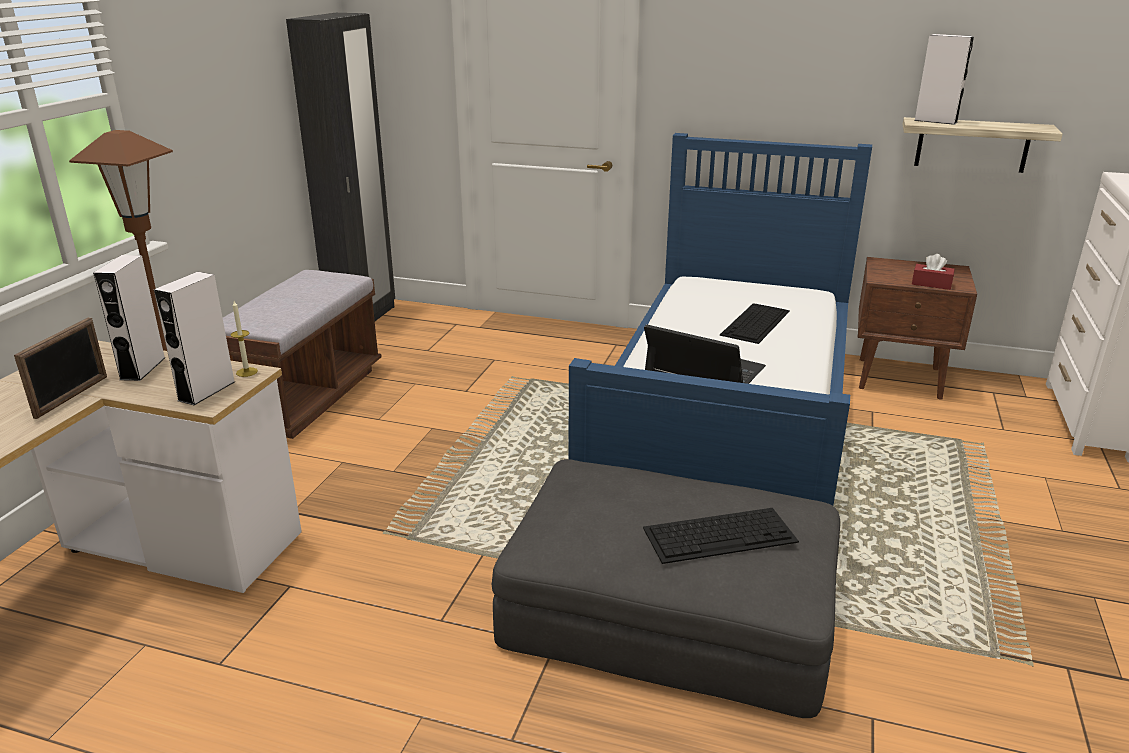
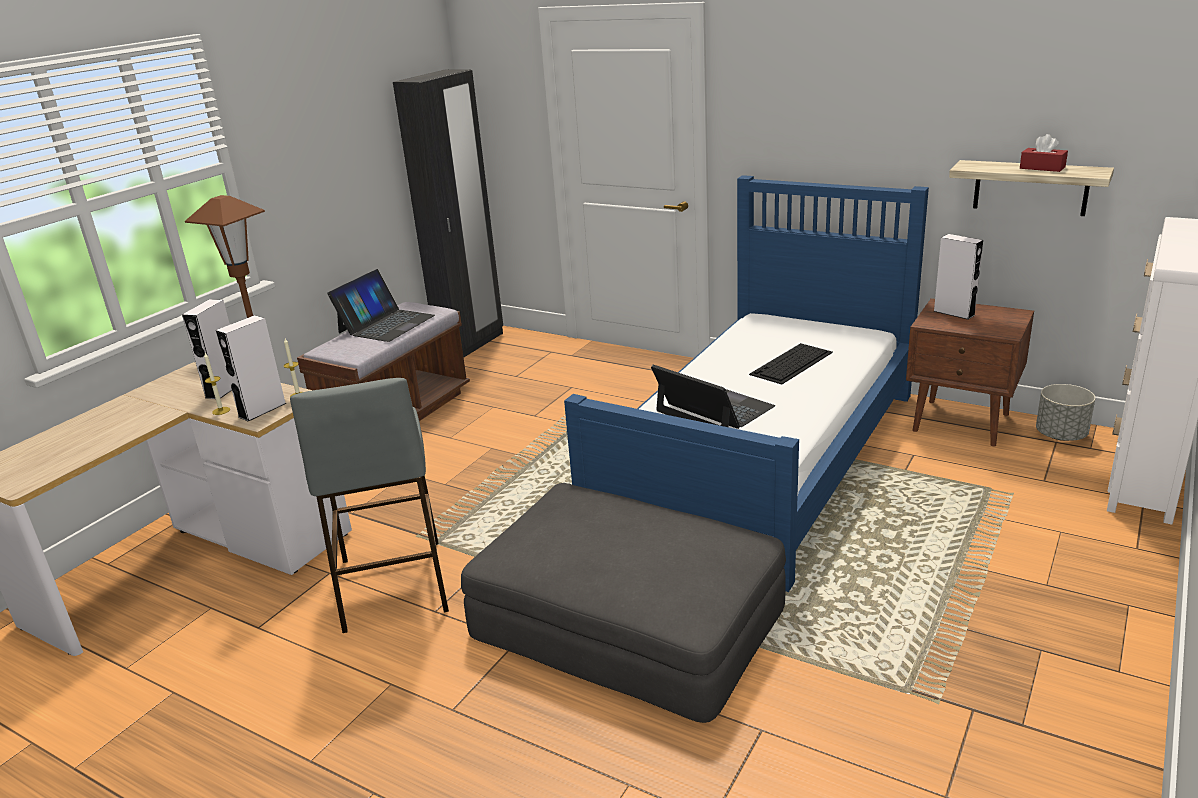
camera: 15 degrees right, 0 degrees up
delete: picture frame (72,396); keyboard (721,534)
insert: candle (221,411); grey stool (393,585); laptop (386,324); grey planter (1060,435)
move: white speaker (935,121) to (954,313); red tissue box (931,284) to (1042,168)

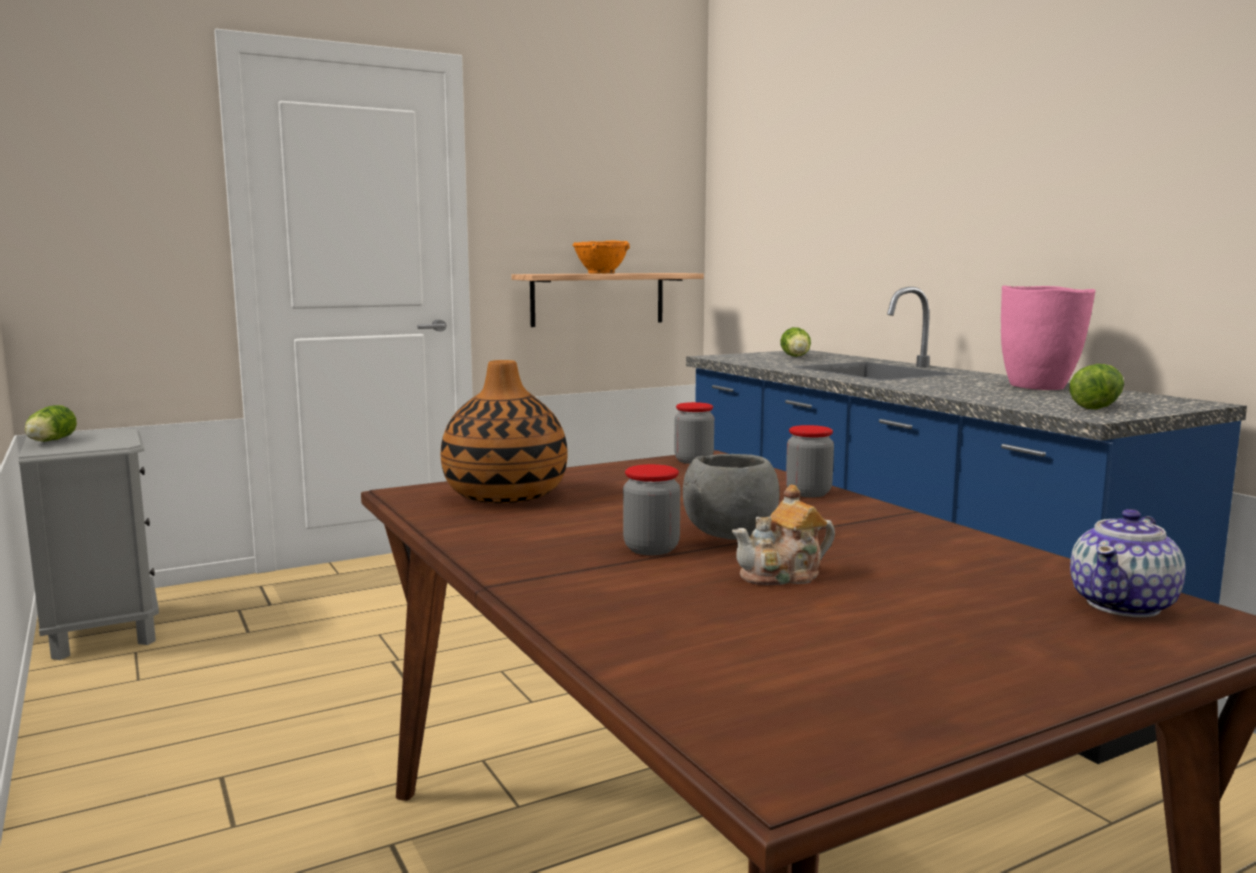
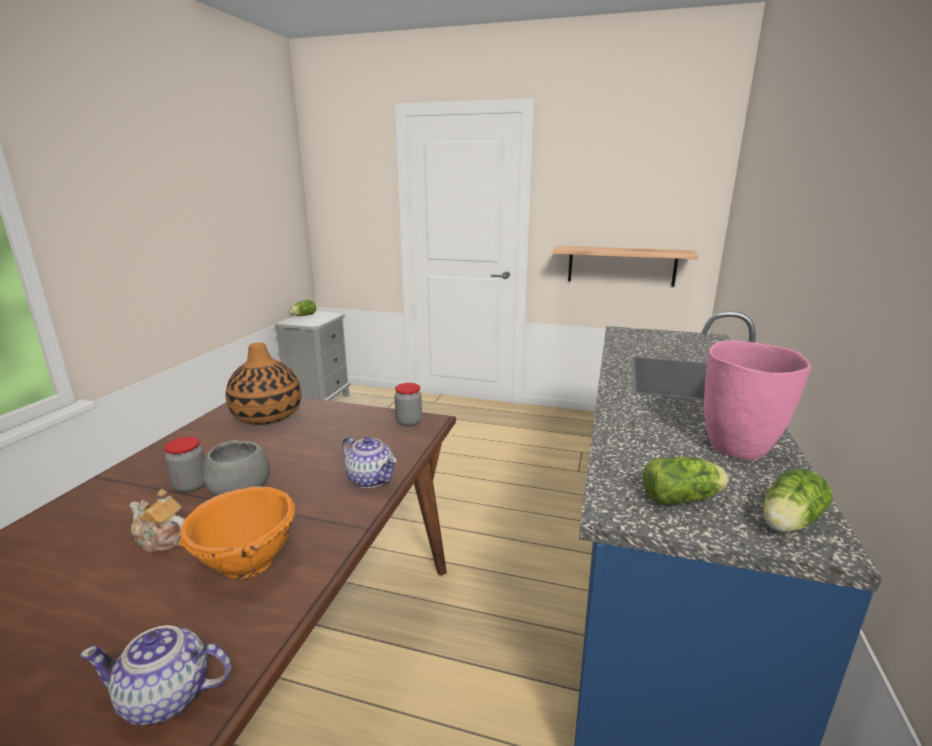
camera: 45 degrees right, 10 degrees up
move: orange bowl (601,273) to (247,563); lettuce (796,357) to (787,523)
replace: jar (808,493) to teapot (370,479)

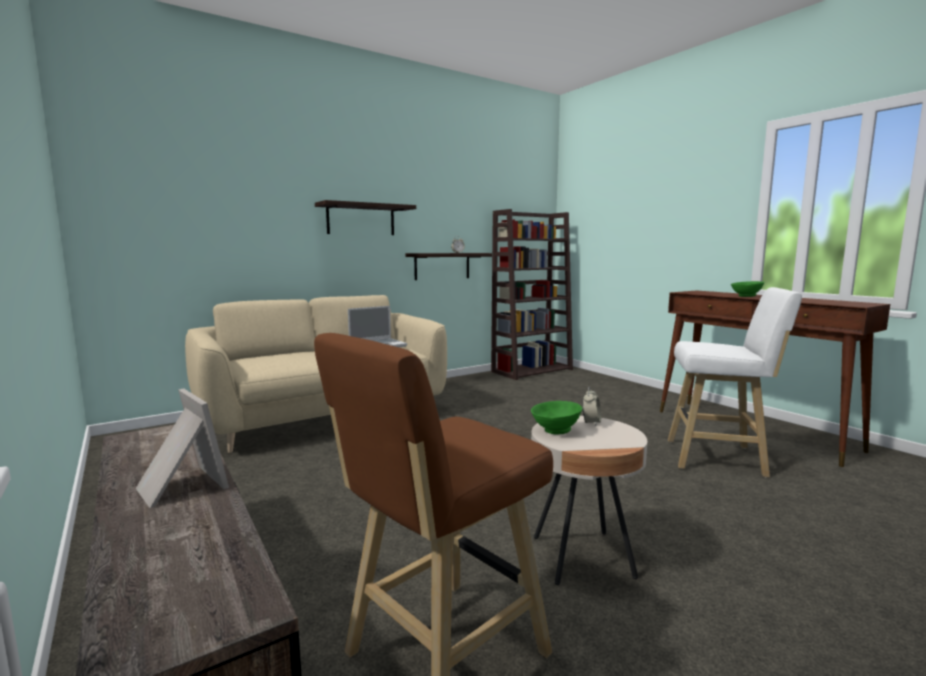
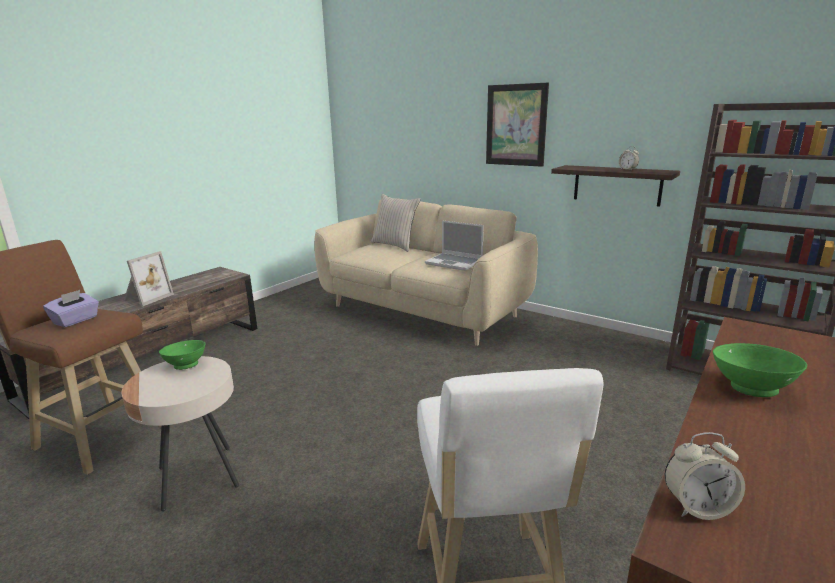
camera: 70 degrees right, 10 degrees up
insert: purple tissue box (76,320); beige pillow (395,245)
move: alarm clock (591,422) to (697,507)
replace: shelf (361,219) to picture (516,125)

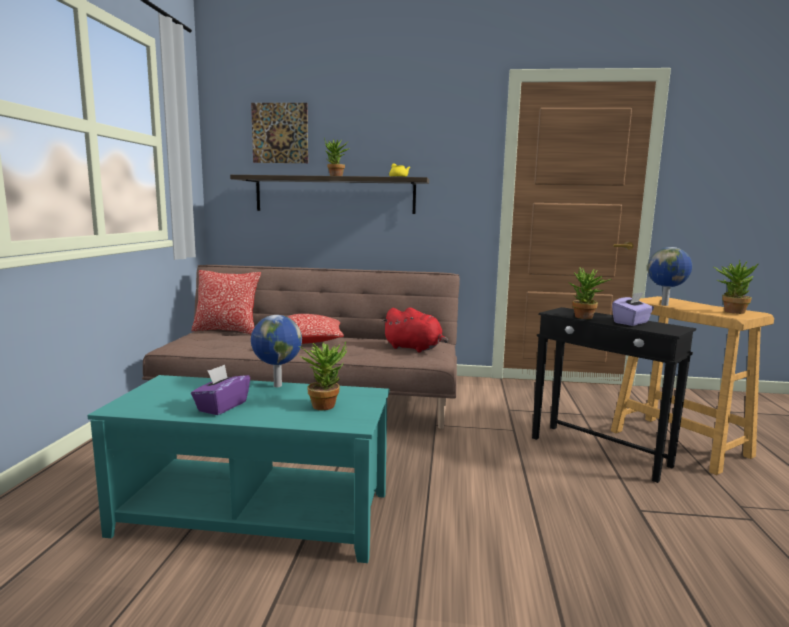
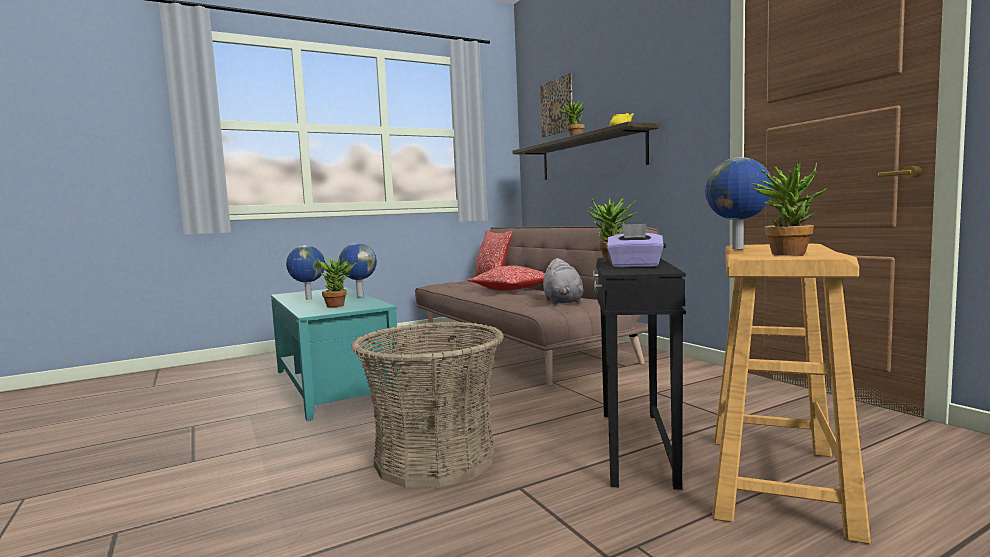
camera: 55 degrees right, 5 degrees down
insert: basket (435,459)
replace: purple tissue box (222,406) to globe (308,299)
recolor: red plush toy (415,348) to grey plush toy (562,302)

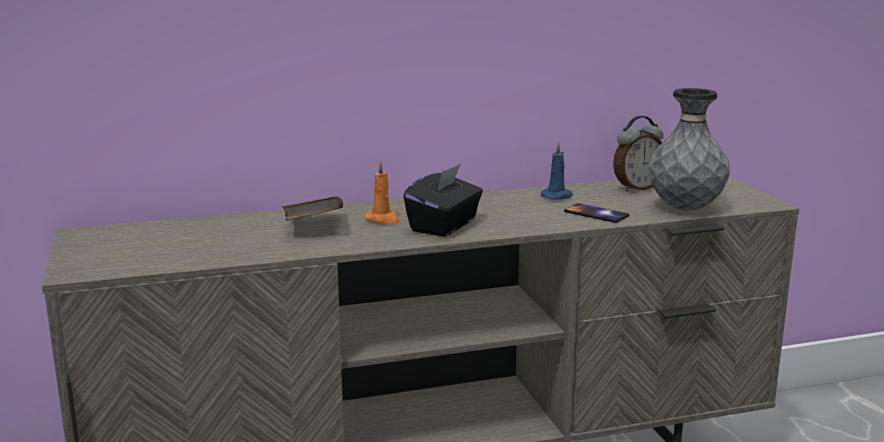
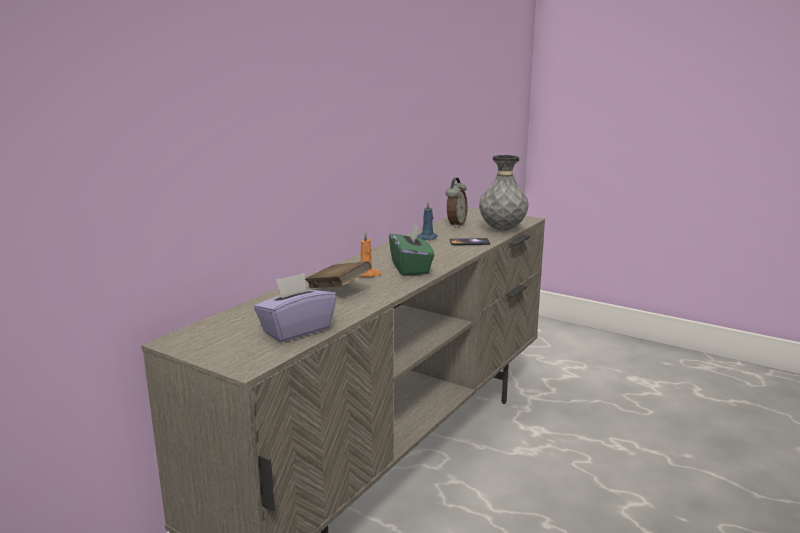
camera: 40 degrees left, 0 degrees up
insert: purple tissue box (296,330)
recolor: black tissue box (444,226) to green tissue box (411,268)

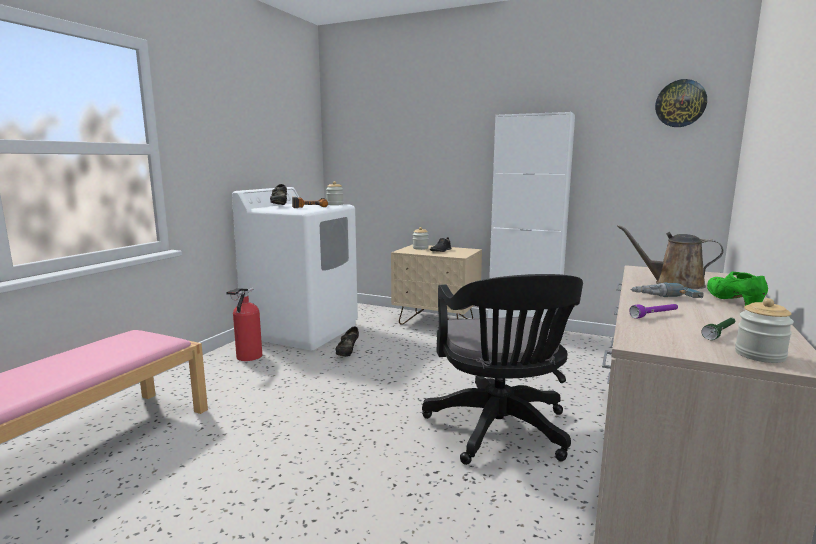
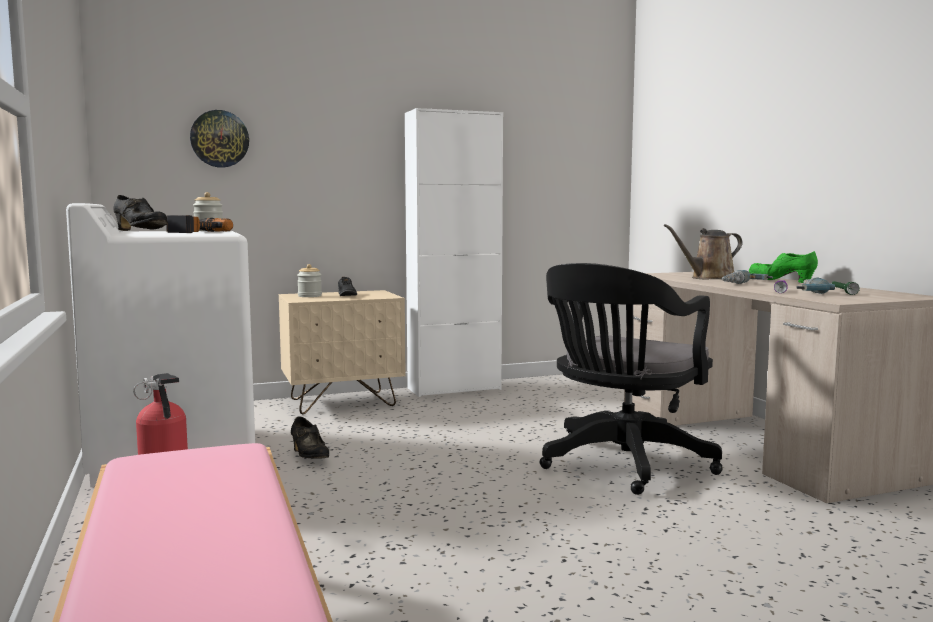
camera: 45 degrees left, 5 degrees down
delete: jar (759,355)
insert: power drill (804,292)
move: wall clock (680,103) to (219,139)
rotate: black office chair (500,432) = (622,465) 90 degrees clockwise

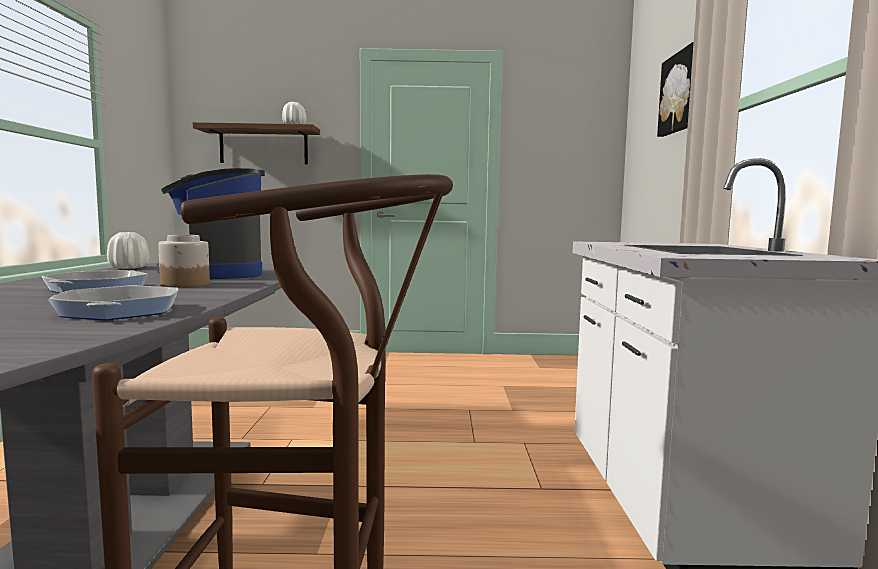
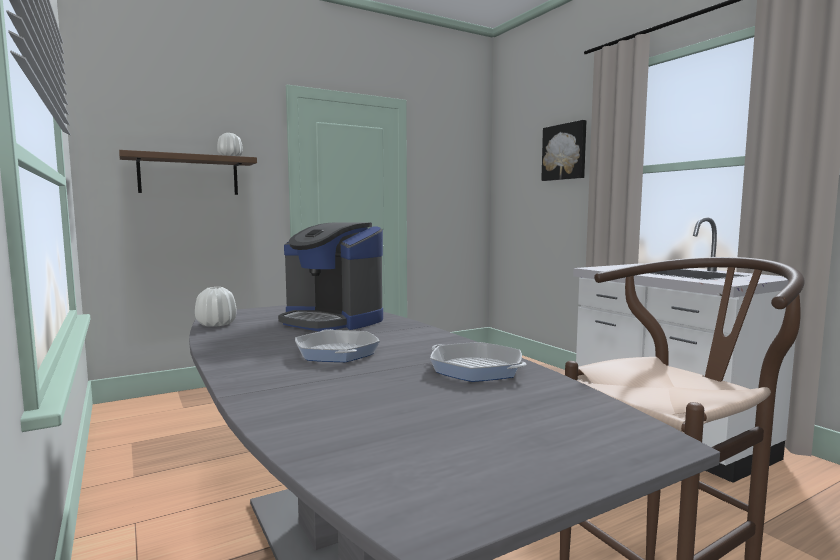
camera: 30 degrees left, 0 degrees up
delete: jar (186,284)

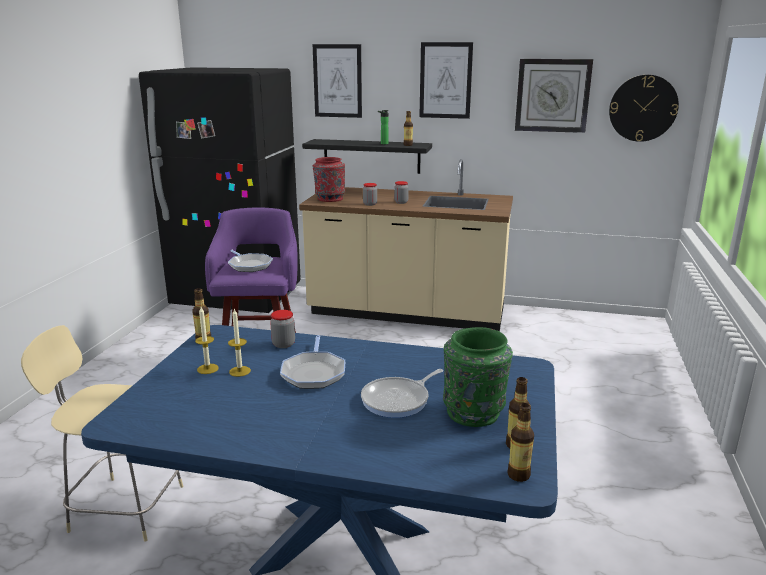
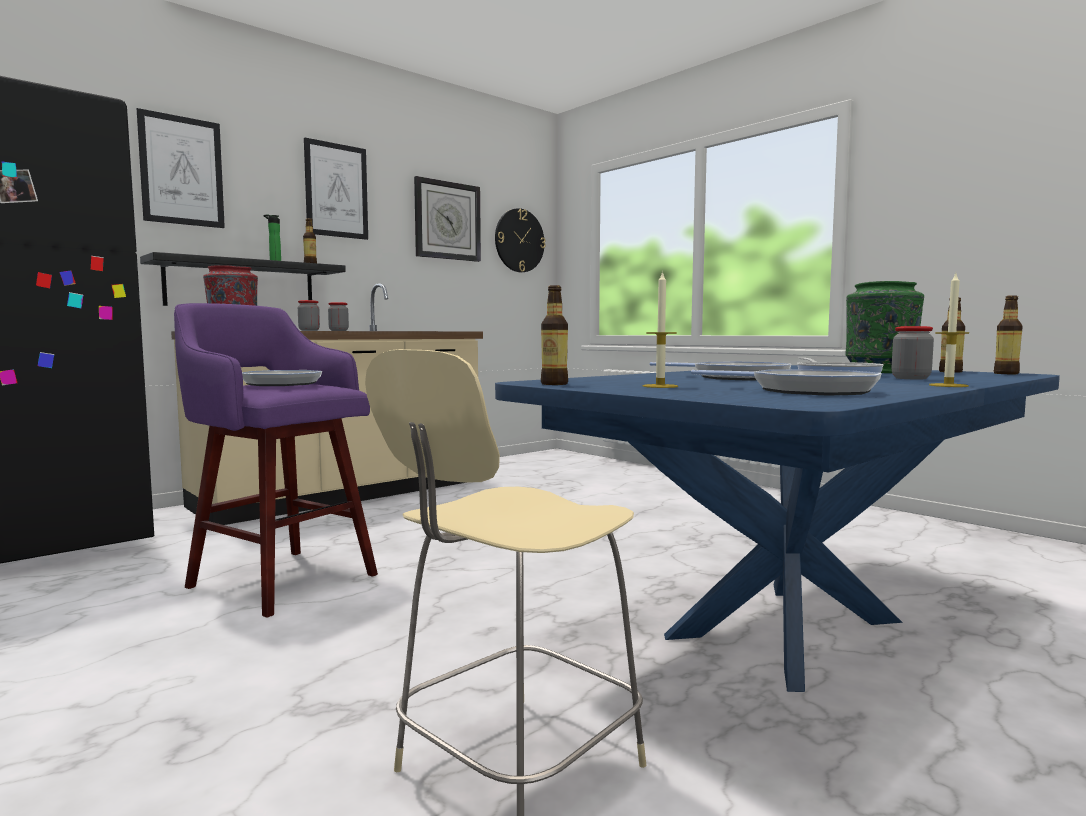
camera: 55 degrees left, 15 degrees down
insert: frying pan (806,390)
move: jar (283,344) to (910,378); candle (240,371) to (948,385)

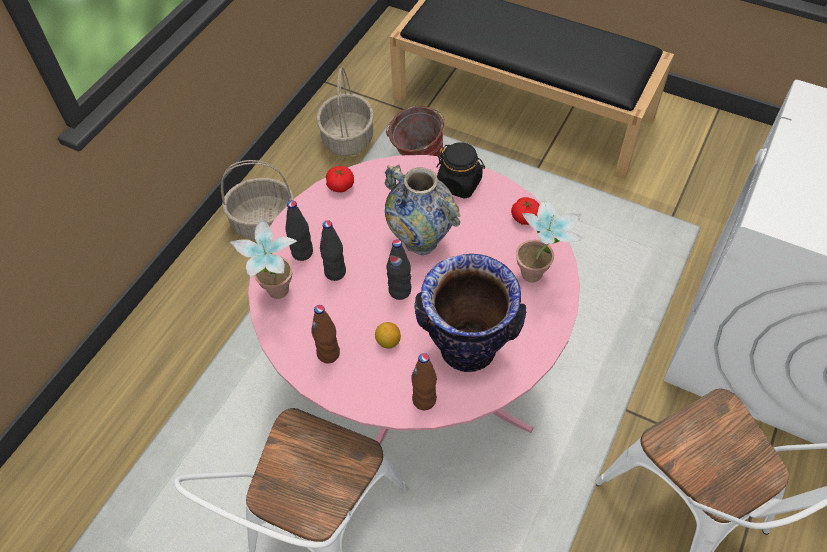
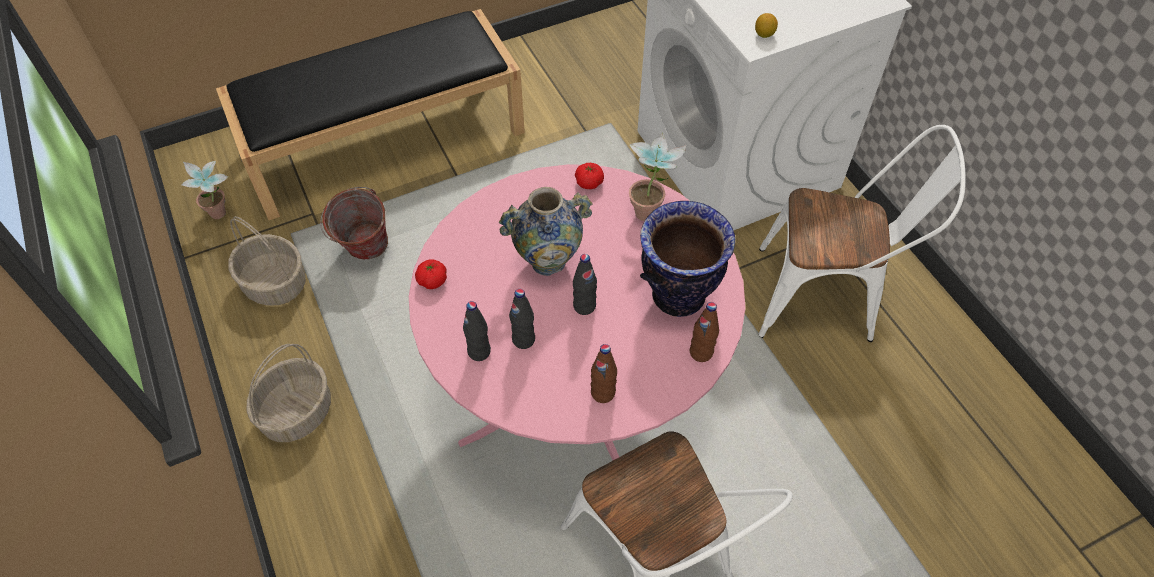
camera: 55 degrees left, 0 degrees up
delete: black jar (459,183)
move: potted plant (278,297) to (222,216); lemon (388,342) to (764,34)

